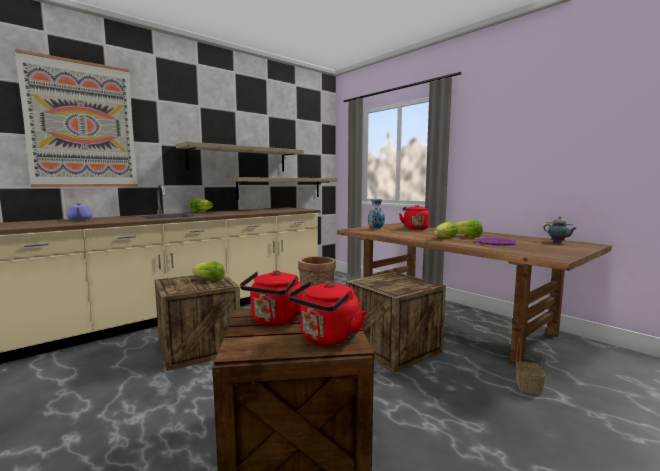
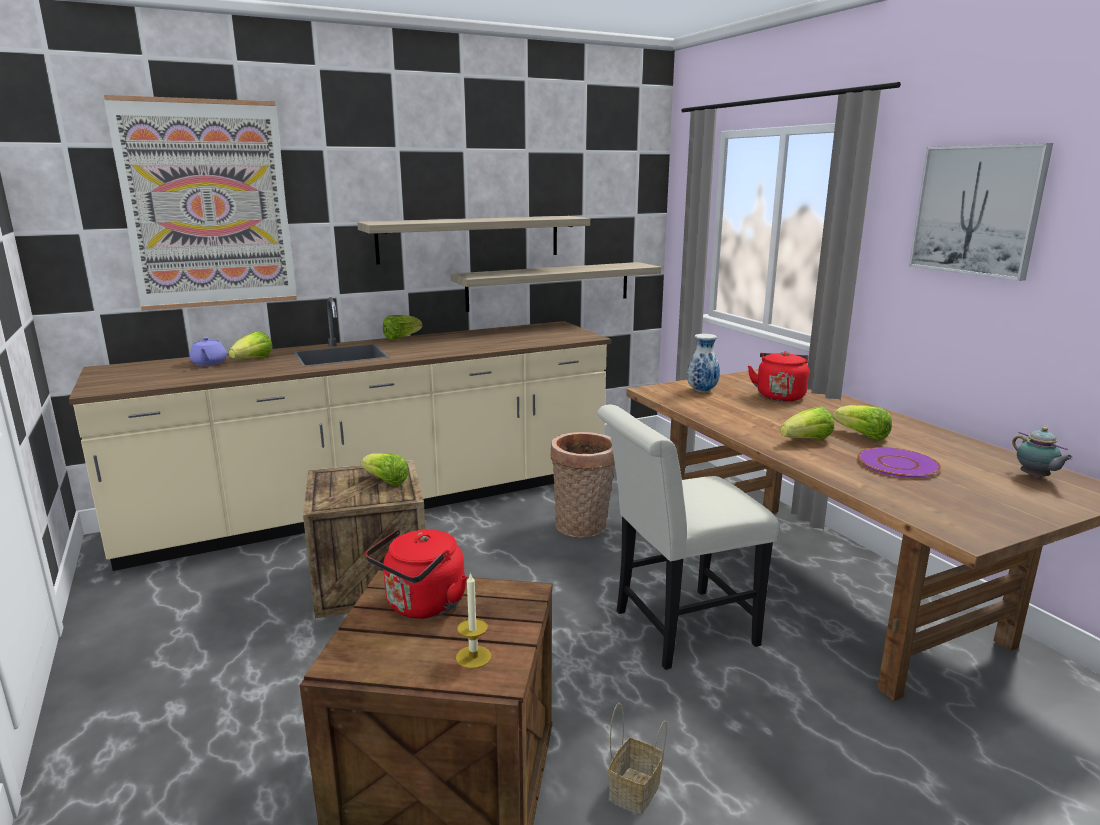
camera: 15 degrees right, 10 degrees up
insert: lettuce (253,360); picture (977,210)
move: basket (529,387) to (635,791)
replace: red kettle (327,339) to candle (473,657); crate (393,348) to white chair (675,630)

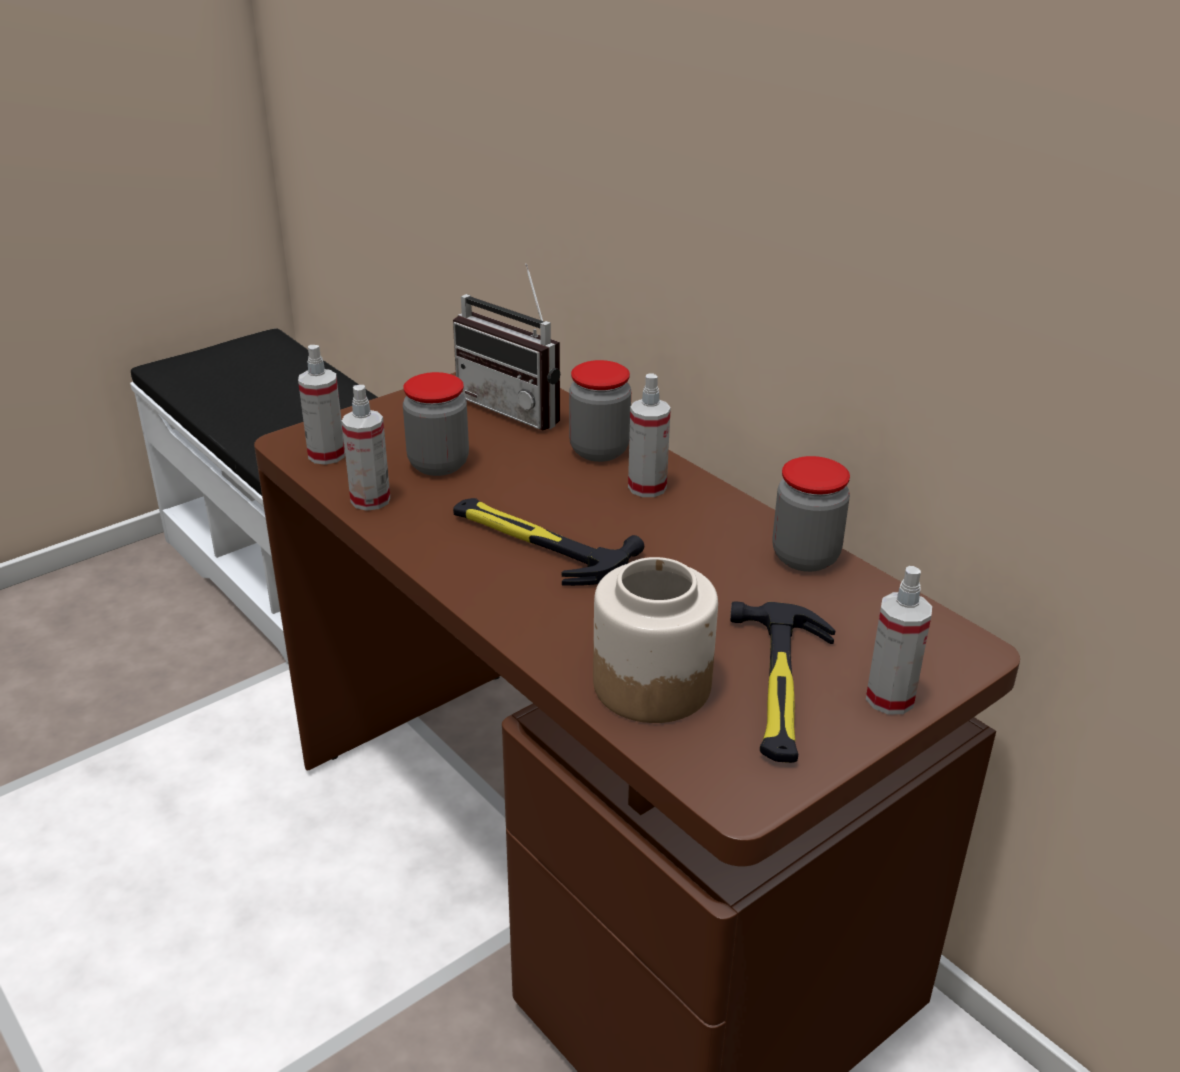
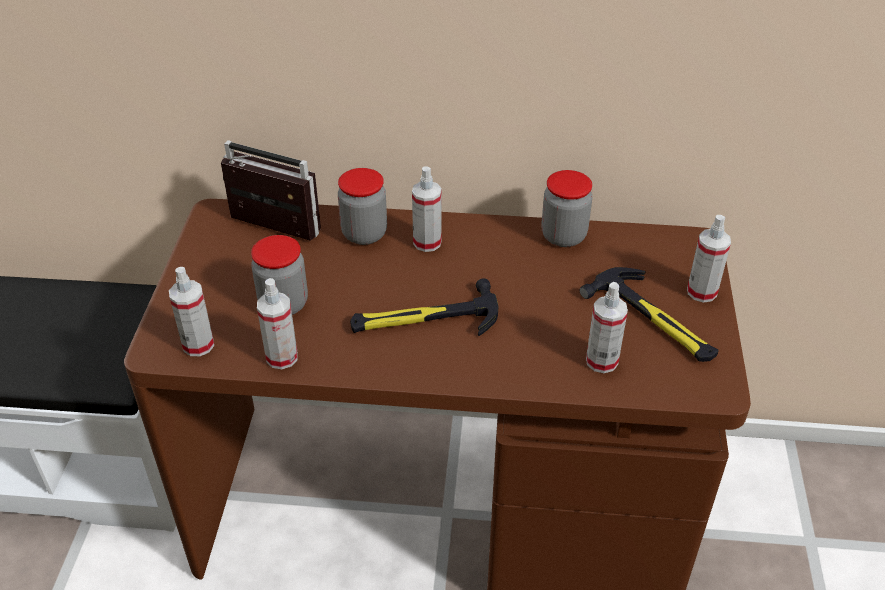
camera: 45 degrees left, 10 degrees up
replace: jar (652,683) to spray bottle (601,361)
rotate: radio (518,407) = (268,231) 150 degrees counterclockwise

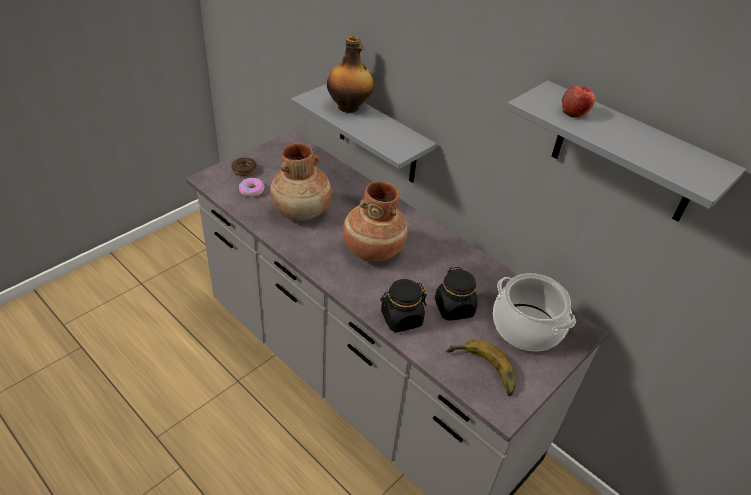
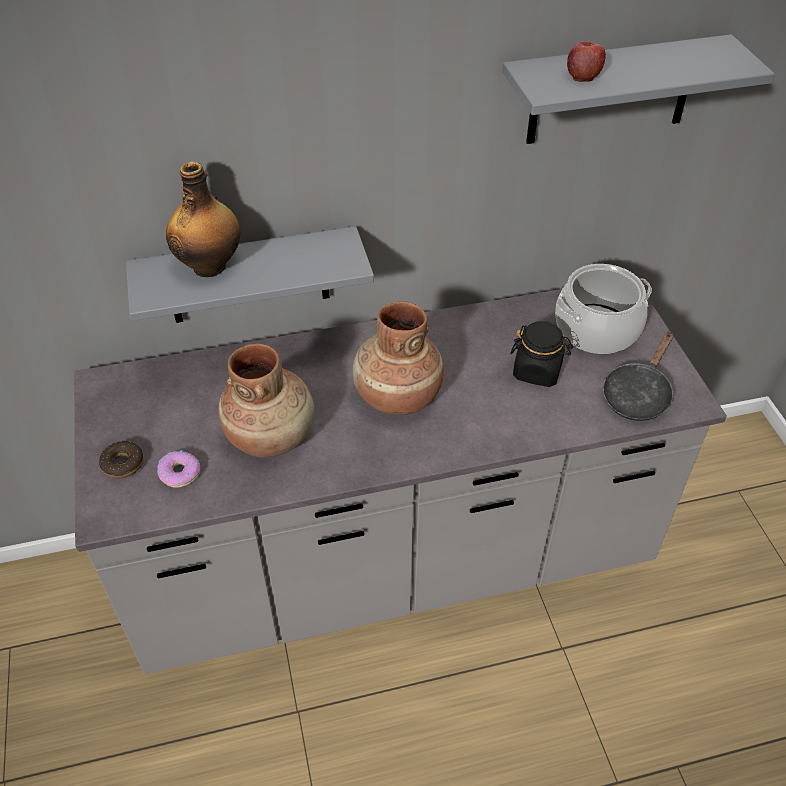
camera: 55 degrees left, 5 degrees up
delete: black jar (401,318)
replace: banana (481,372) to black frying pan (638,394)

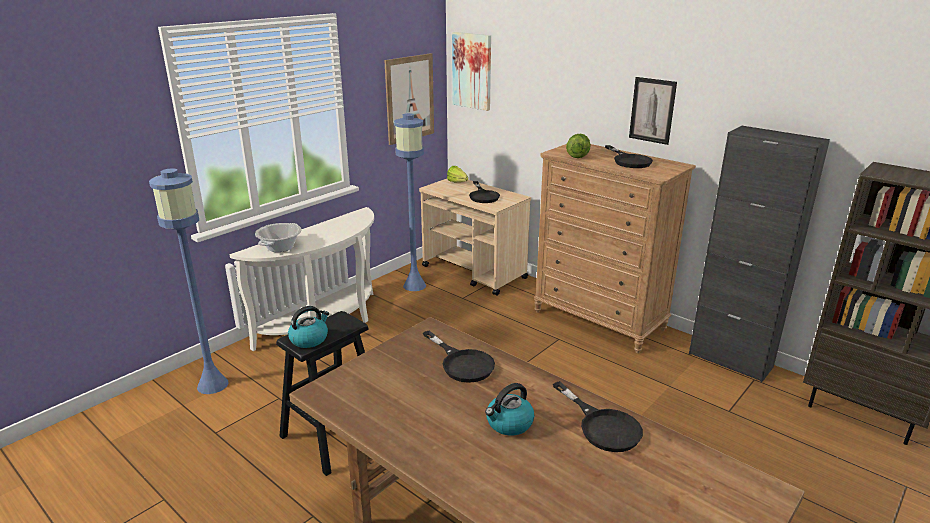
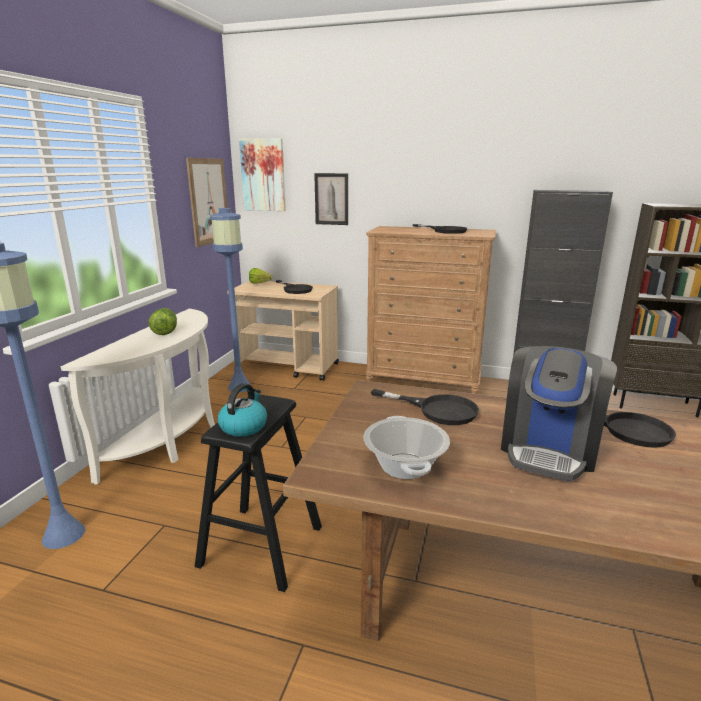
camera: 25 degrees left, 5 degrees down
move: lettuce (578,155) to (165,332); picture (652,110) to (331,199); cooking pot (280,247) to (405,466)
replace: kettle (509,423) to coffee machine (548,449)

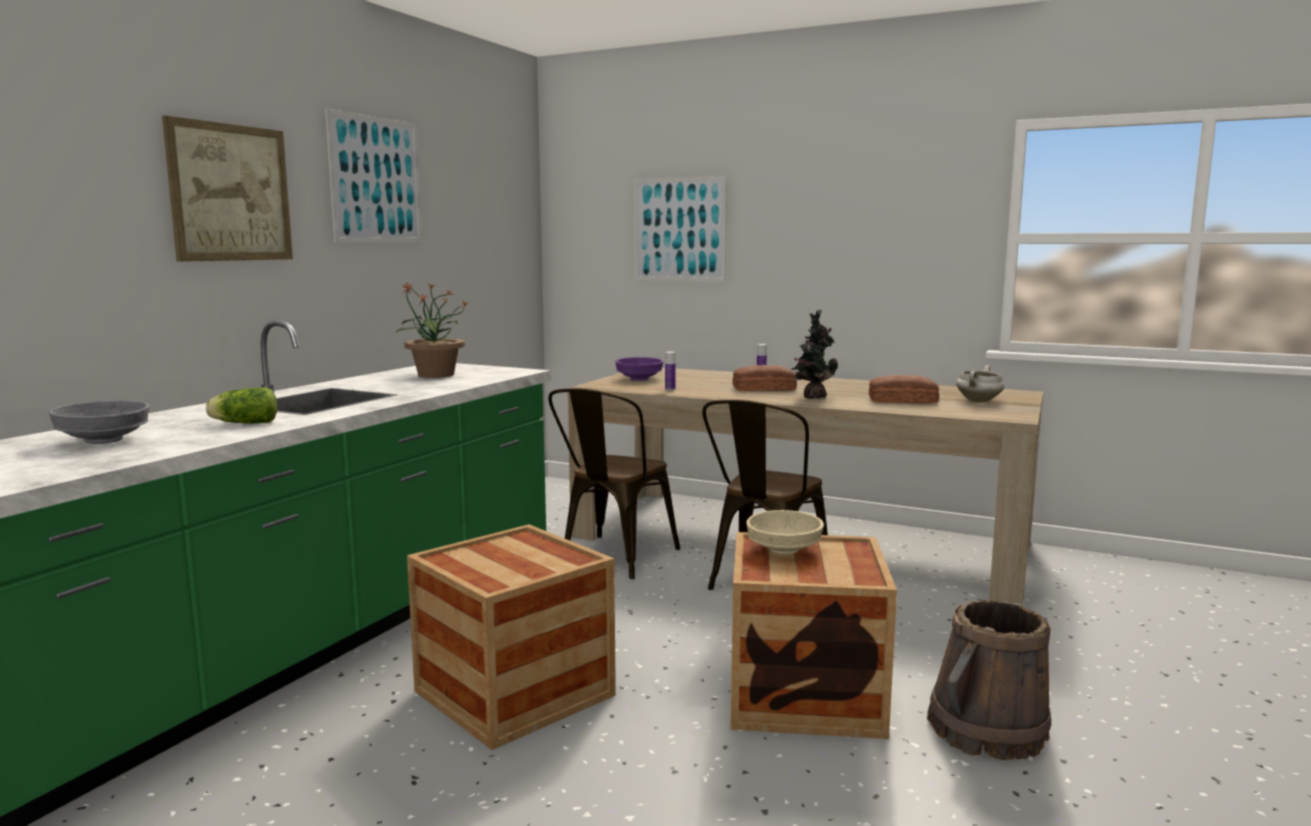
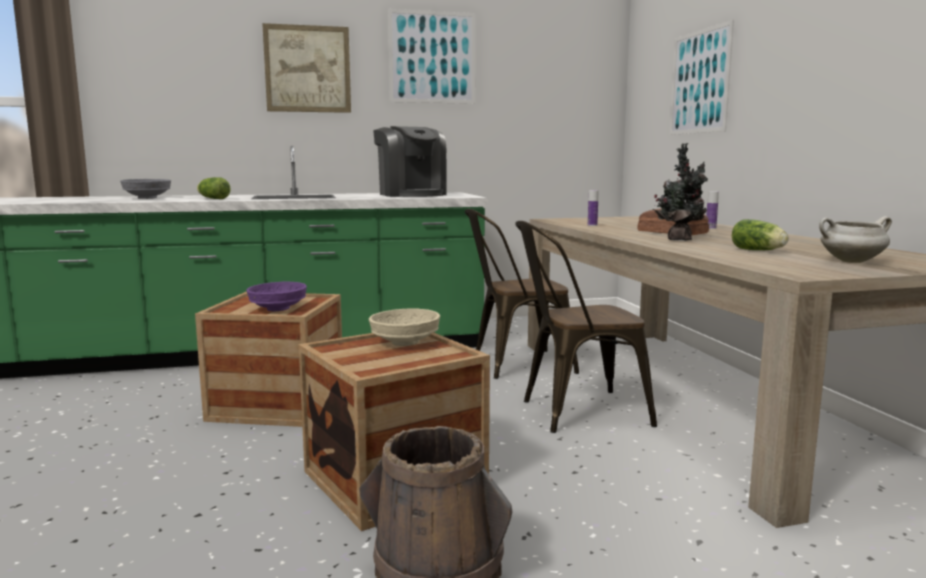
camera: 50 degrees right, 0 degrees up
move: purple bowl (638,379) to (278,309)
replace: potted plant (435,375) to coffee machine (411,194); bread (901,400) to lettuce (759,250)

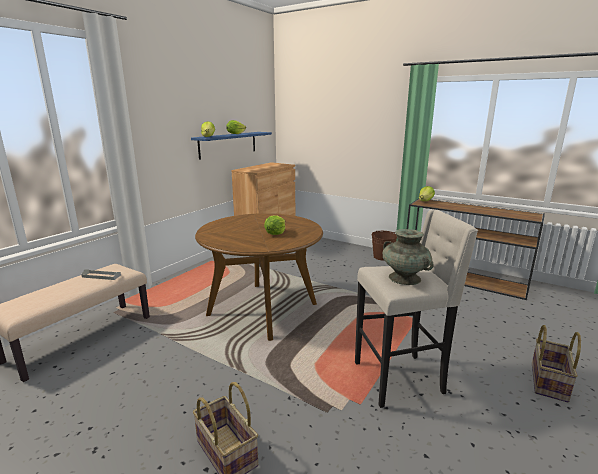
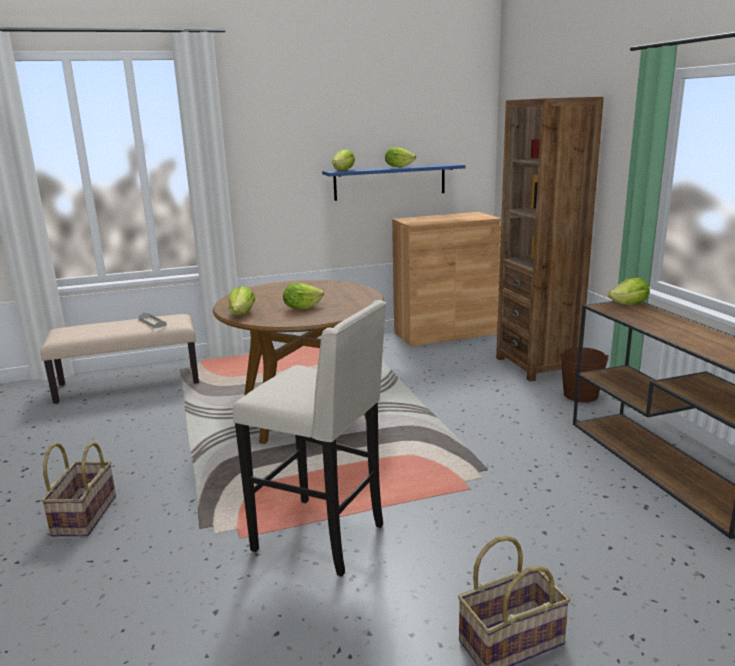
camera: 40 degrees right, 0 degrees up
delete: turquoise vase (404,278)
insert: lettuce (242,314); brown bookcase (537,365)

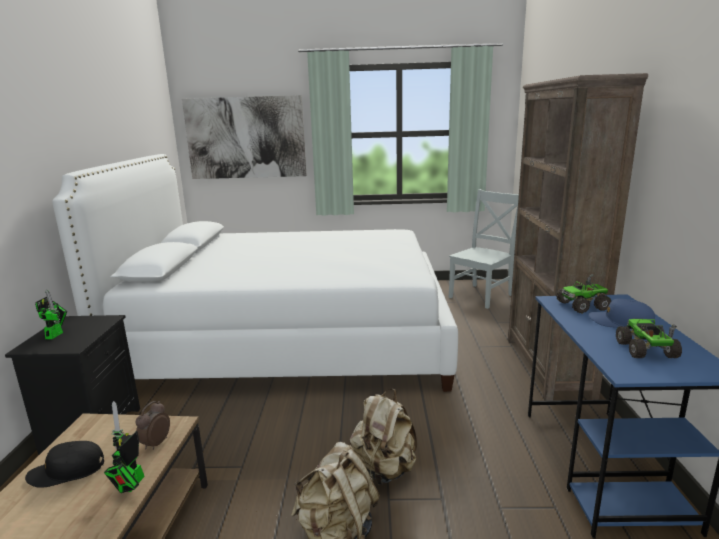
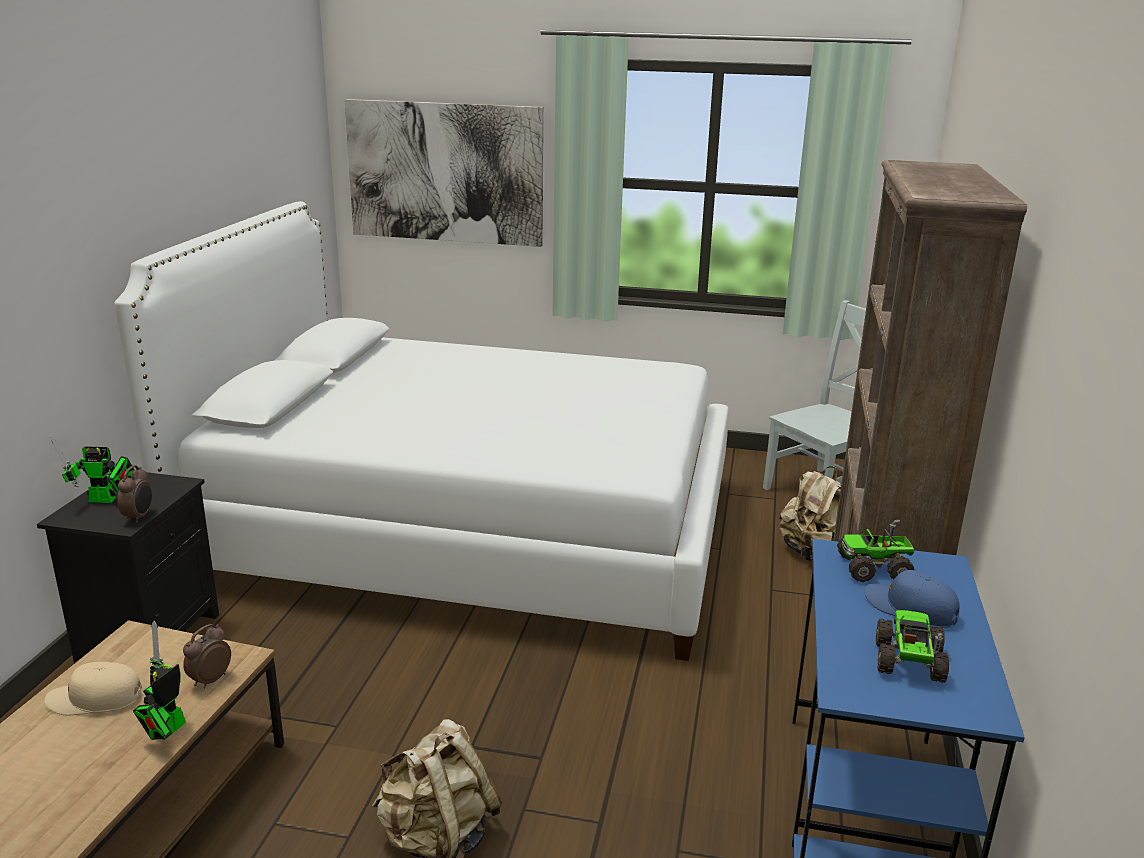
camera: 10 degrees right, 5 degrees up
insert: alarm clock (139,517)
move: beige backpack (384,470) to (812,553)
recolor: black cap (67,471) to beige cap (95,699)
rotate: toy robot (56,334) = (106,500) 75 degrees clockwise

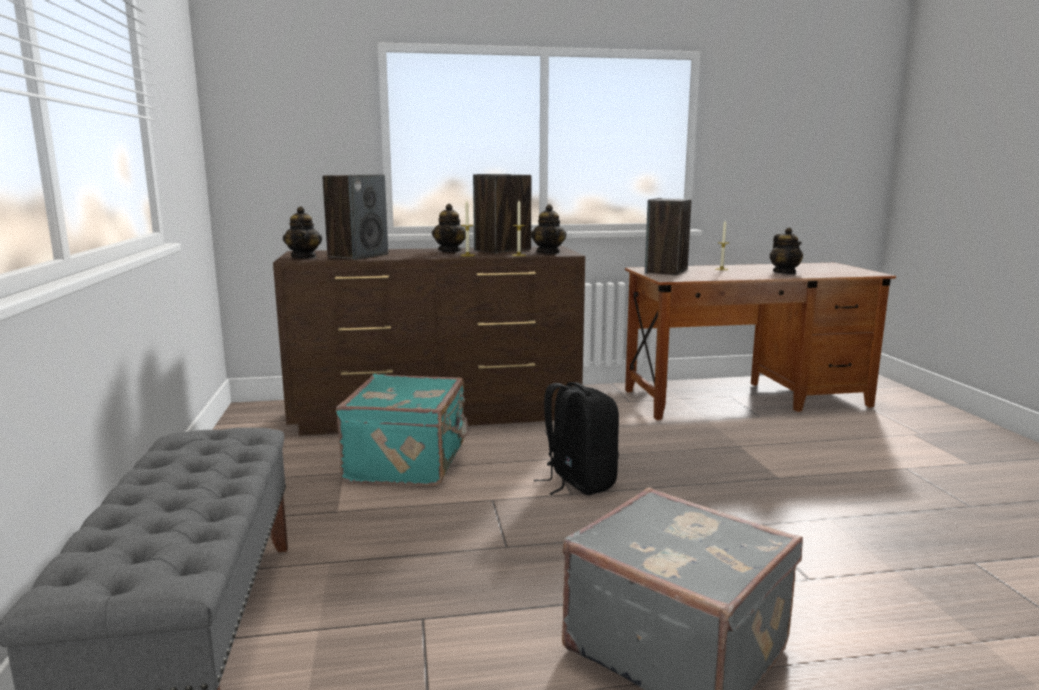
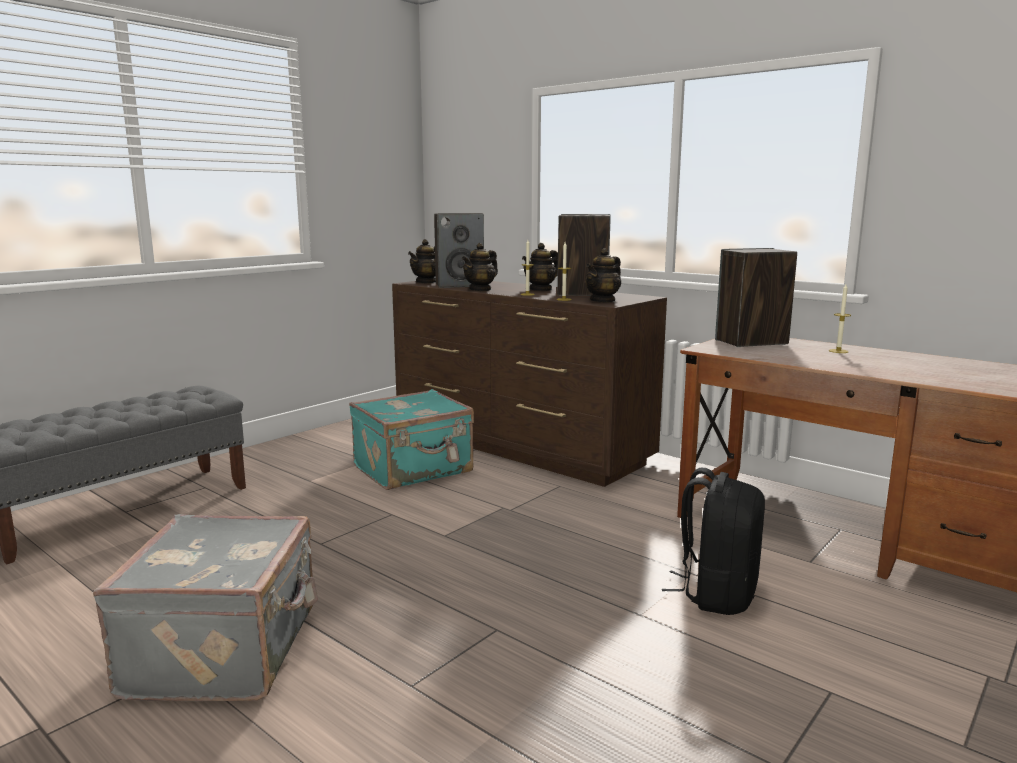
camera: 50 degrees right, 0 degrees up
move: teapot (784,273) to (480,289); black backpack (577,482) to (716,594)

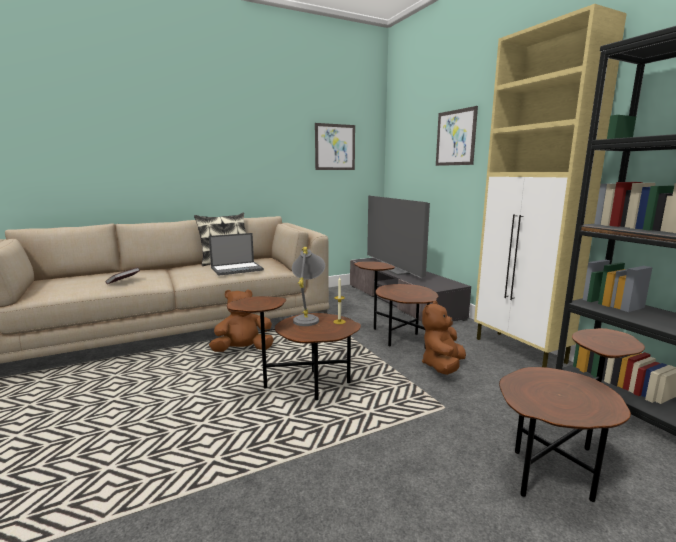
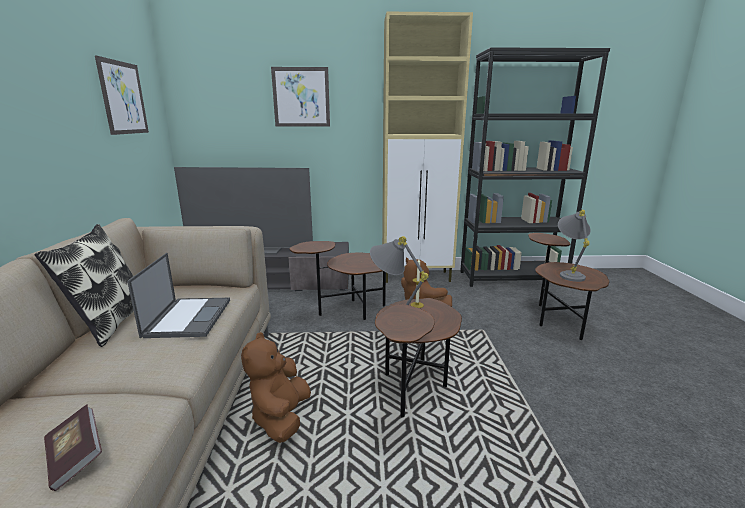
camera: 65 degrees left, 5 degrees up
insert: grey table lamp (569,274)

